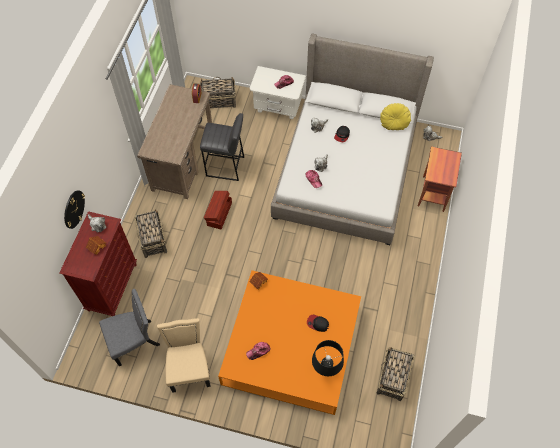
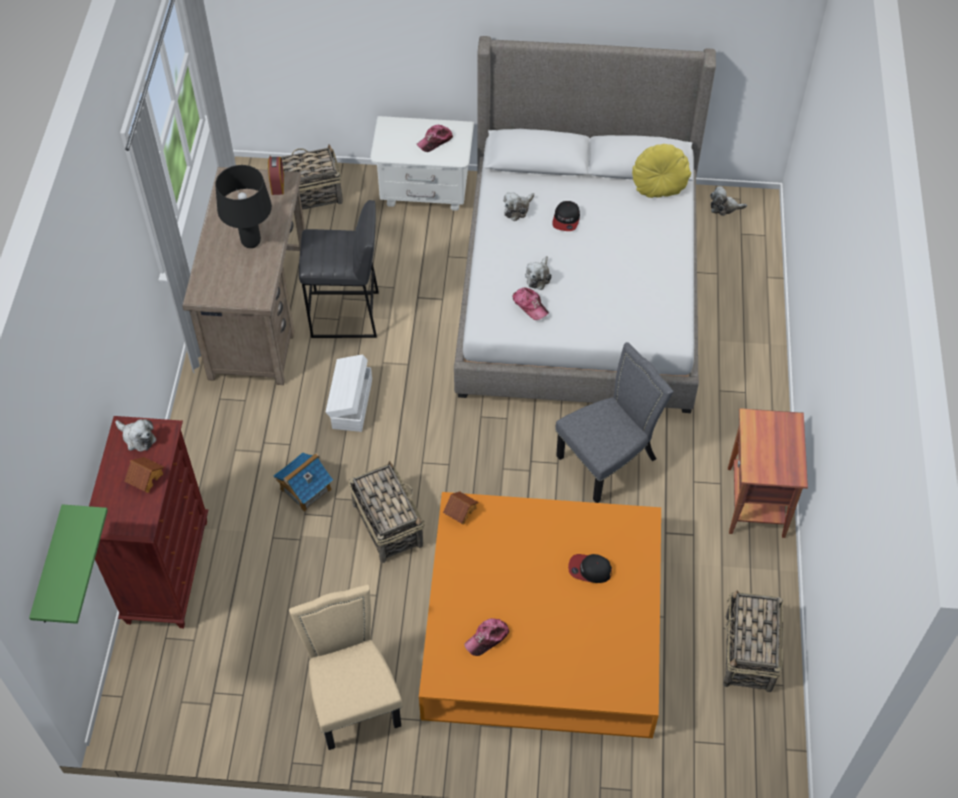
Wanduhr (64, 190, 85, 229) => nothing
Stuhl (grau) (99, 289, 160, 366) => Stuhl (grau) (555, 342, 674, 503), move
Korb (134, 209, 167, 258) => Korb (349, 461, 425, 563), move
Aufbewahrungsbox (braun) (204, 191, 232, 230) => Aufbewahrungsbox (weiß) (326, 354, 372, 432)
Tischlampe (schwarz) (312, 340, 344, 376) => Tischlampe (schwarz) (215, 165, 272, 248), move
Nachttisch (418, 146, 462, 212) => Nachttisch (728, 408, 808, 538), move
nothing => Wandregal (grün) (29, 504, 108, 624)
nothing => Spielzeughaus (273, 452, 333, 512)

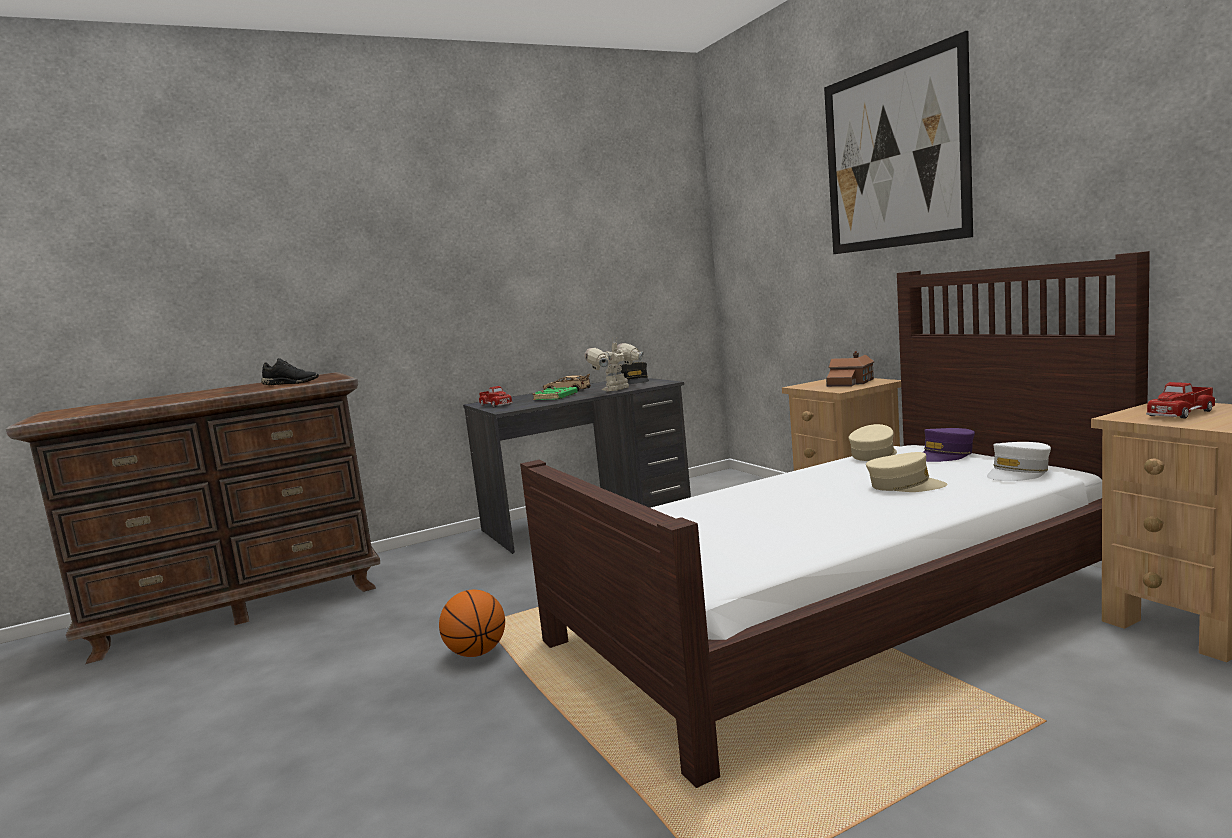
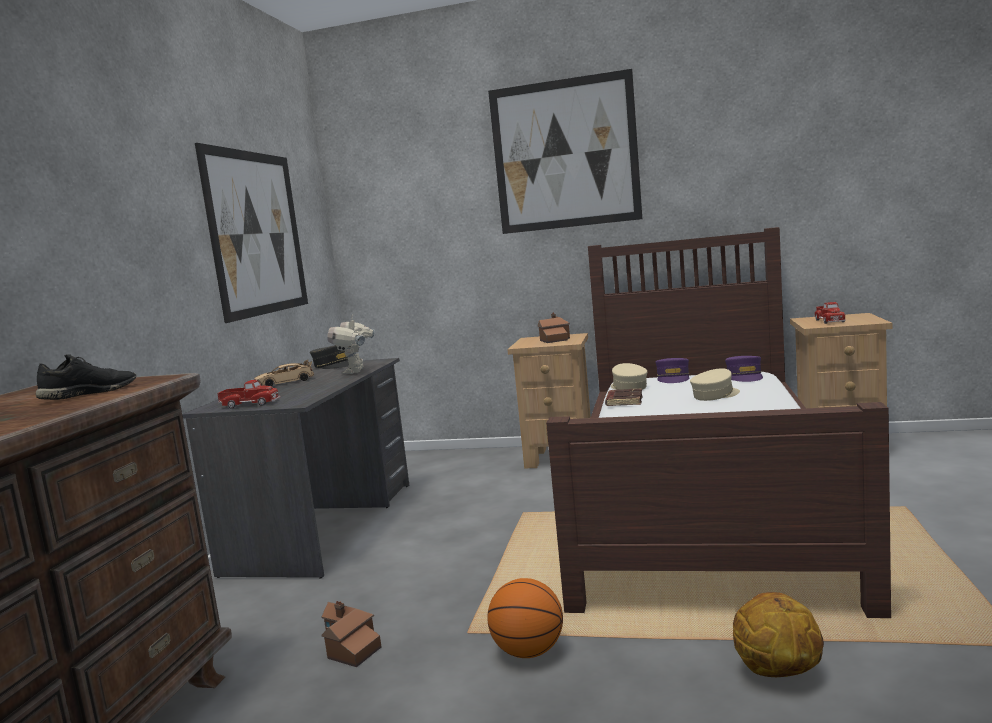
Buch (grün) (532, 387, 578, 400) => nothing
Kappe (weiß) (987, 442, 1051, 481) => Kappe (lila) (725, 356, 763, 382)
nothing => Bild (195, 143, 308, 323)
nothing => Spielzeughaus (321, 601, 381, 667)
nothing => Buch (braun) (605, 388, 643, 406)
nothing => Basketball (733, 592, 824, 677)

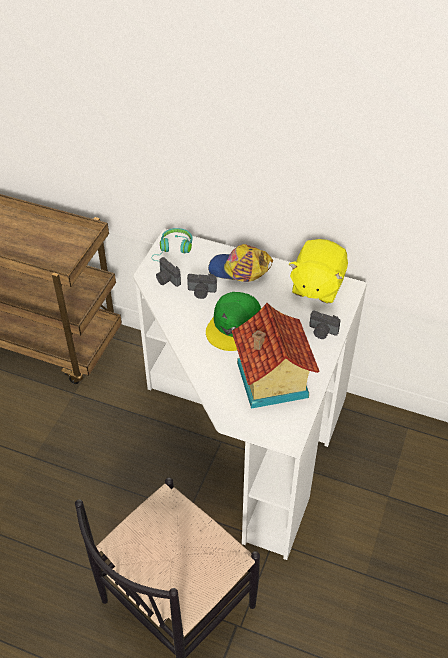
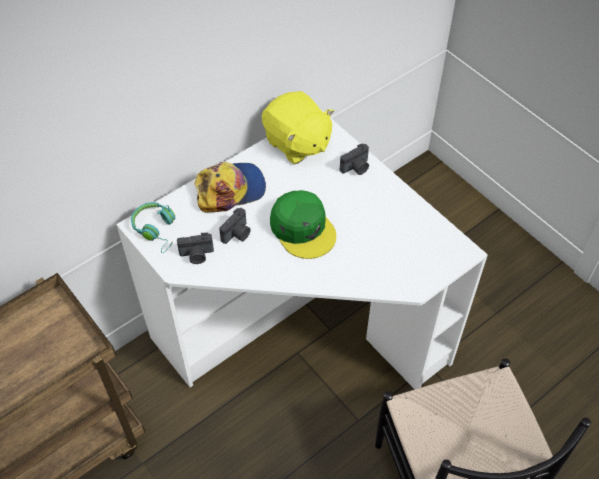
Kappe (208, 244, 273, 282) => Kappe (194, 162, 266, 212), 150 degrees counterclockwise
Spielzeughaus (232, 303, 319, 409) => nothing

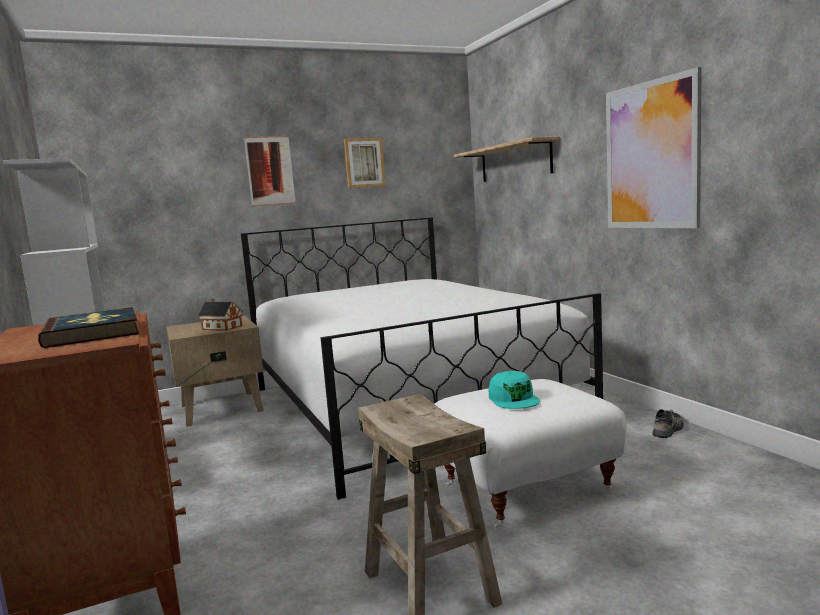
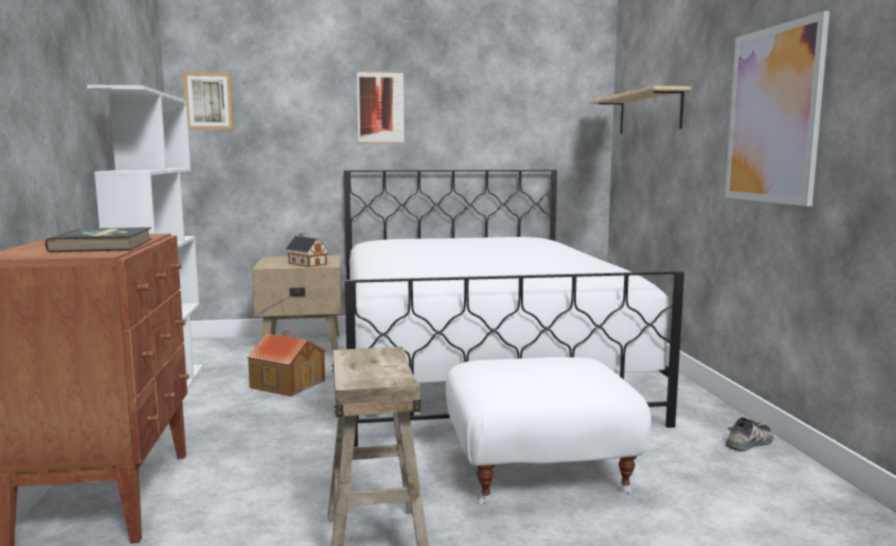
Bild (344, 138, 385, 188) => Bild (183, 72, 234, 129), move
Kappe (türkis) (489, 371, 540, 409) => nothing
nothing => Spielzeughaus (247, 331, 325, 396)

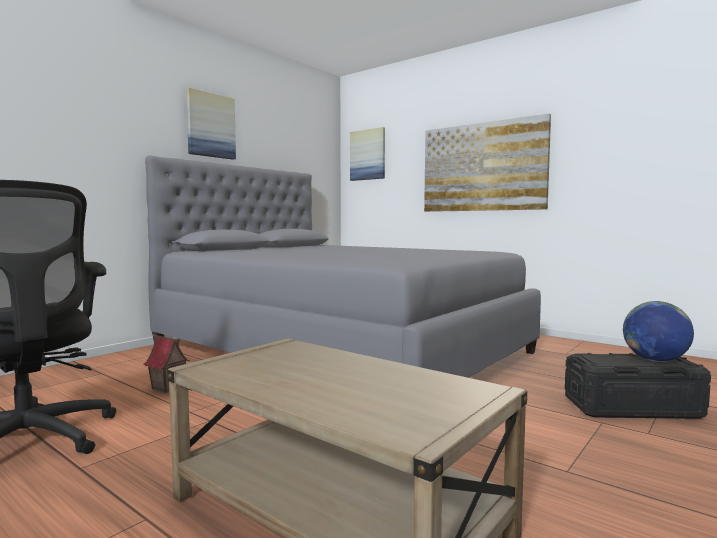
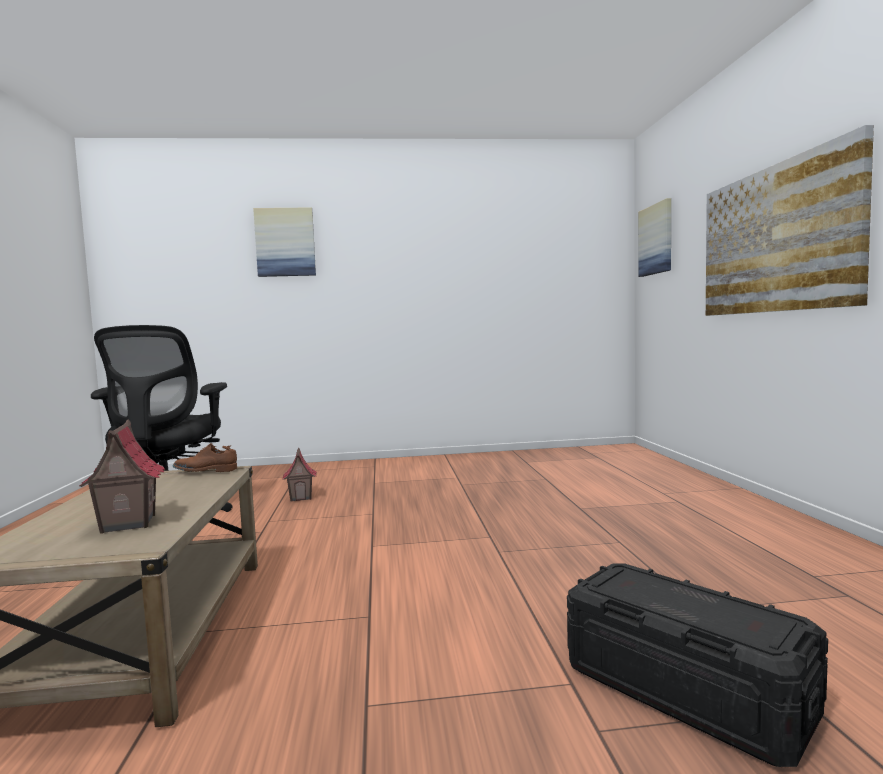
Bett (grau) (145, 155, 541, 378) => nothing
Bild (186, 87, 236, 160) => Bild (253, 207, 316, 277), move
Globus (623, 301, 694, 362) => nothing
nothing => Spielzeughaus (79, 420, 165, 534)
nothing => Schuh (braun) (172, 443, 237, 472)

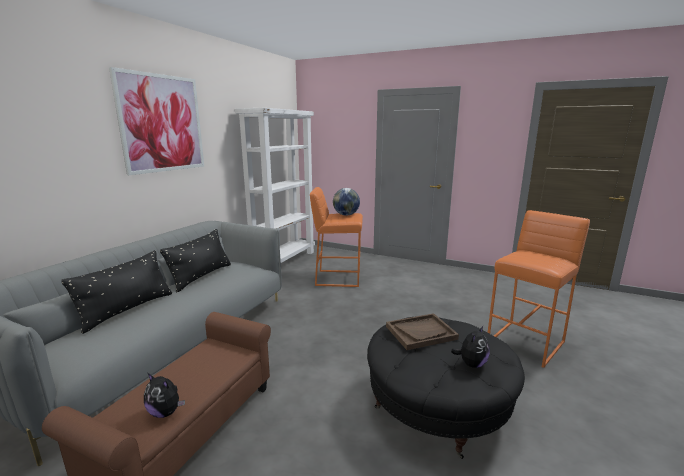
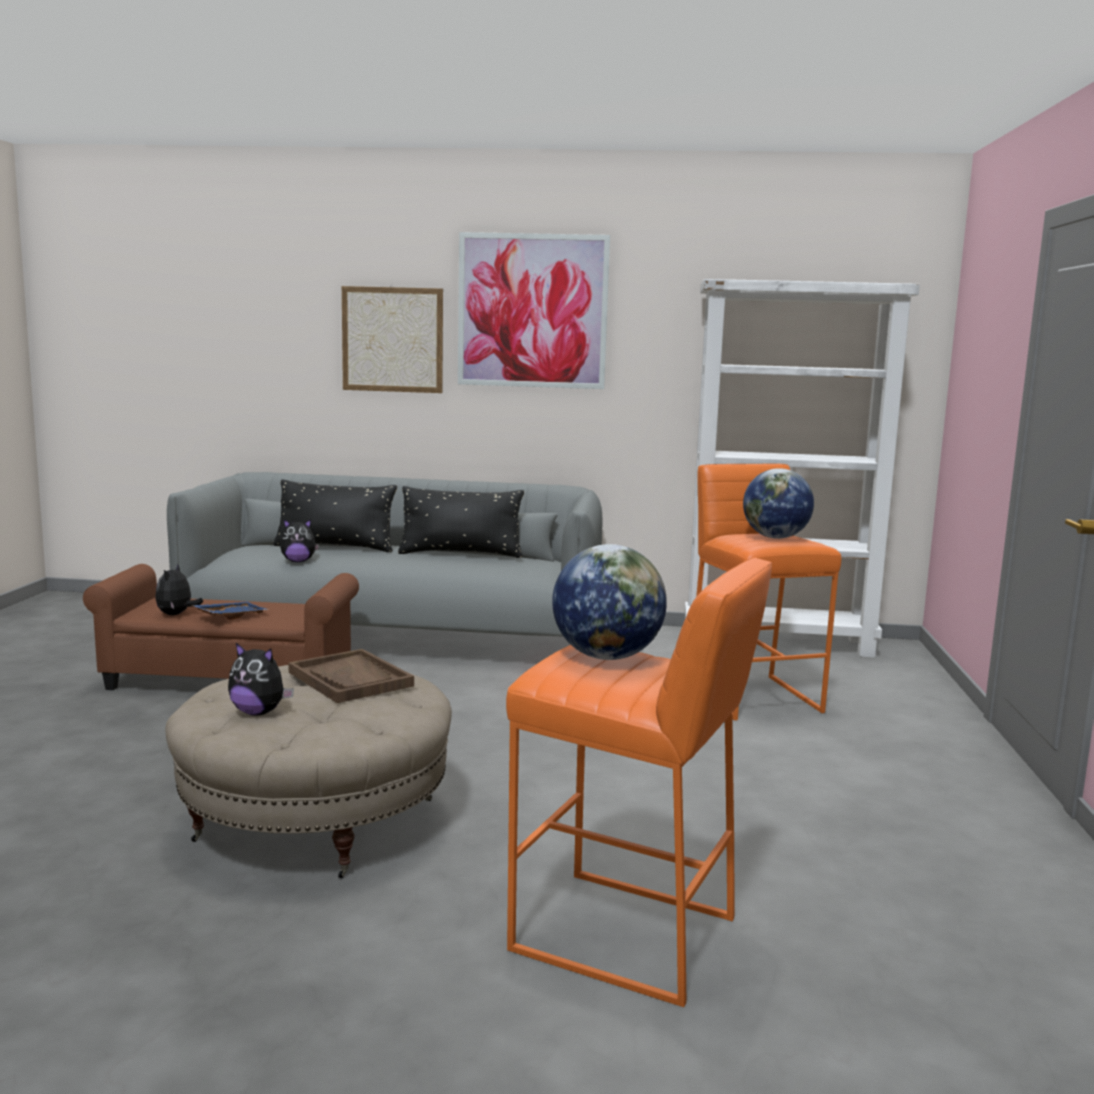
Polsterhocker (schwarz) (367, 317, 525, 459) => Polsterhocker (beige) (165, 665, 452, 878)
nothing => Tablett (blau) (192, 602, 269, 619)
nothing => Plüschtier (280, 519, 319, 562)
nothing => Bild (342, 285, 443, 393)
nothing => Globus (552, 544, 667, 660)

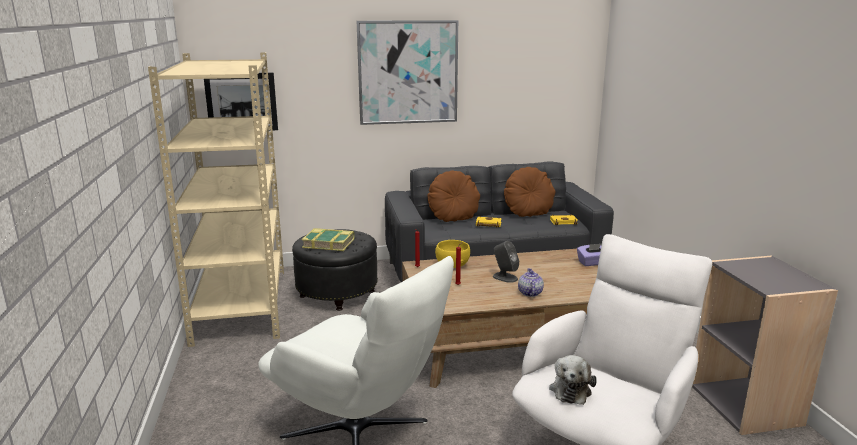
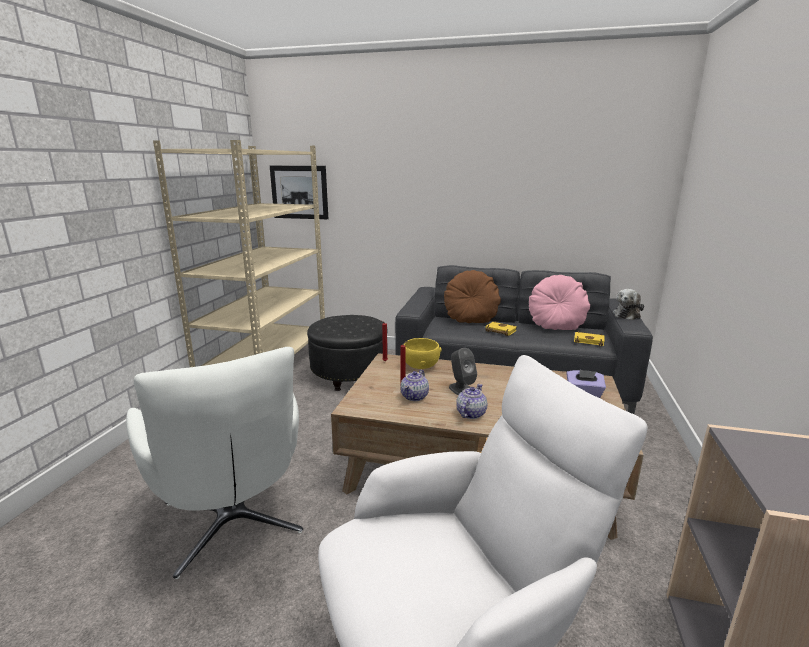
Buch (302, 228, 355, 251) => nothing
Bild (357, 20, 458, 125) => nothing
Kissen (braun) (504, 167, 555, 217) => Kissen (rosa) (529, 275, 590, 330)
Plüschtier (549, 355, 597, 405) => Plüschtier (613, 289, 644, 320), move
nothing => Teekanne (400, 370, 429, 401)

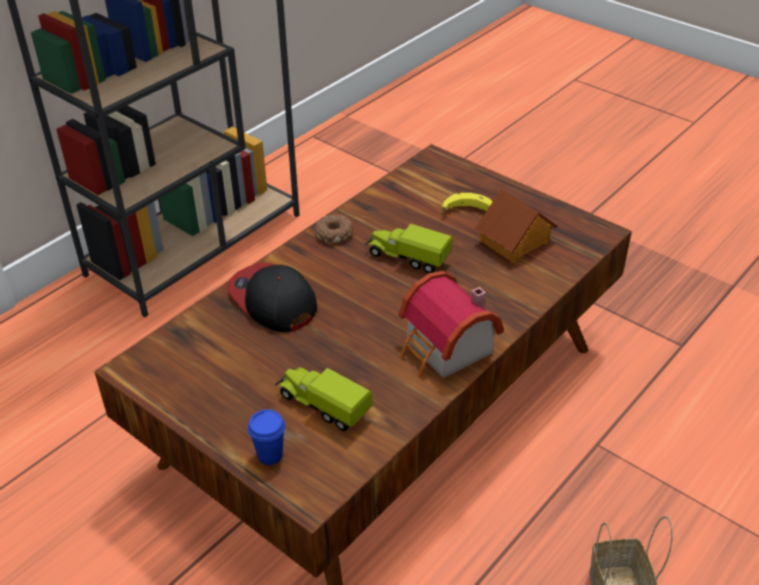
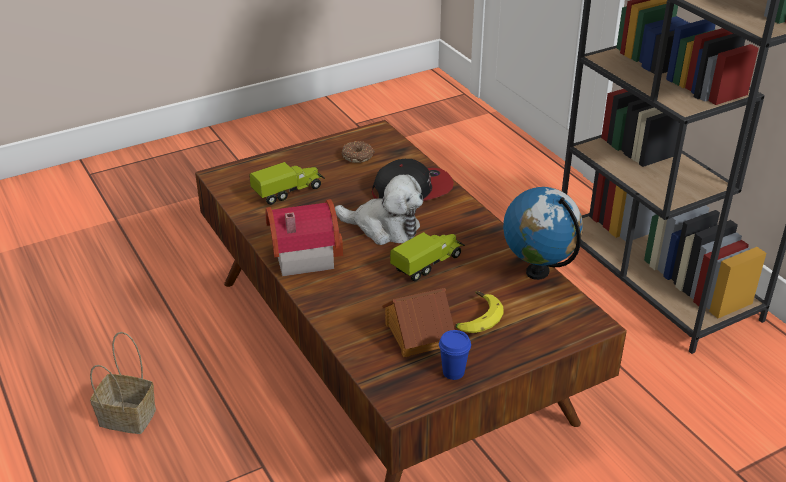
Tasse (blau) (248, 409, 285, 465) => Tasse (blau) (439, 330, 471, 380), move
Donut (314, 214, 353, 243) => Donut (341, 141, 375, 163), move
nothing => Plüschtier (335, 174, 423, 245)
nothing => Globus (503, 187, 583, 280)

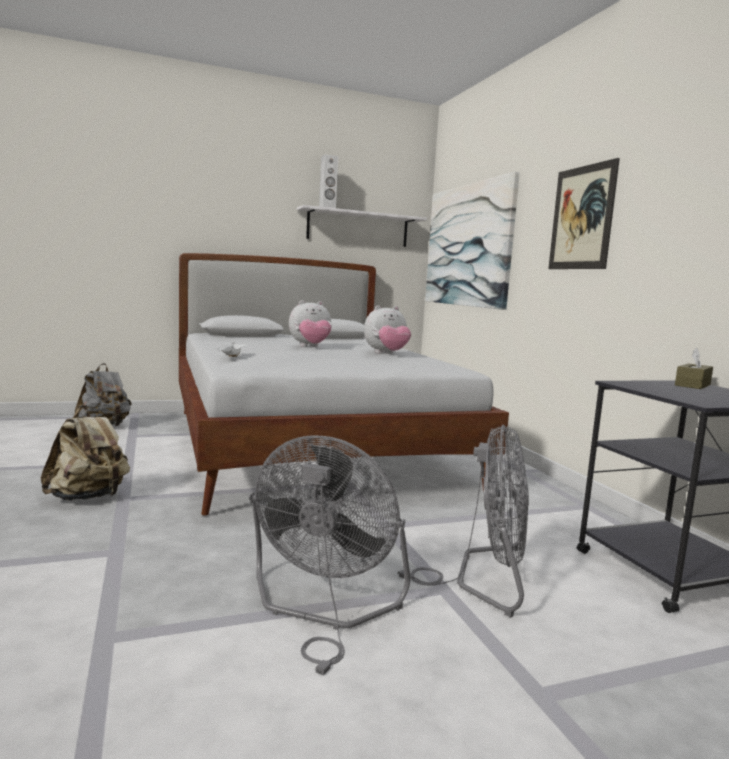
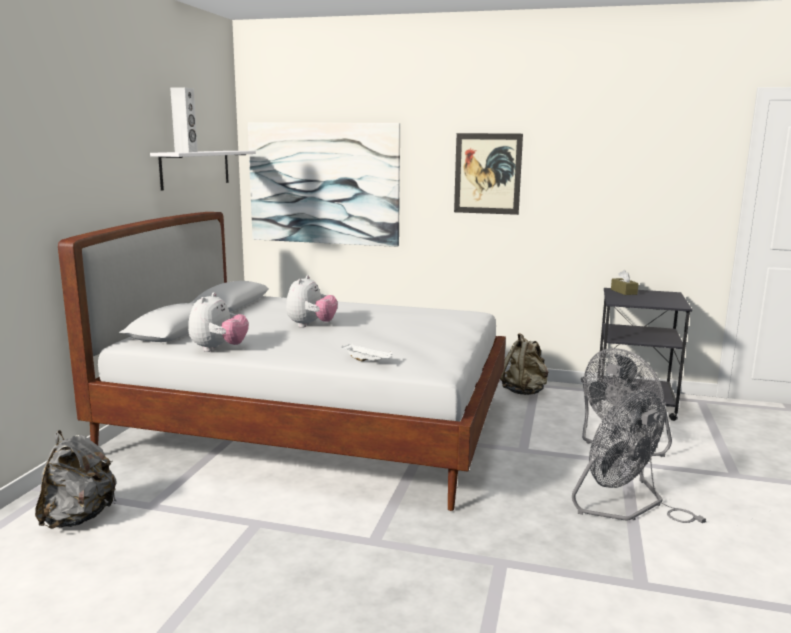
Rucksack (beige) (41, 406, 130, 501) => Rucksack (beige) (500, 333, 548, 395), move
Plüschtier (364, 305, 411, 354) => Plüschtier (188, 292, 249, 352), move

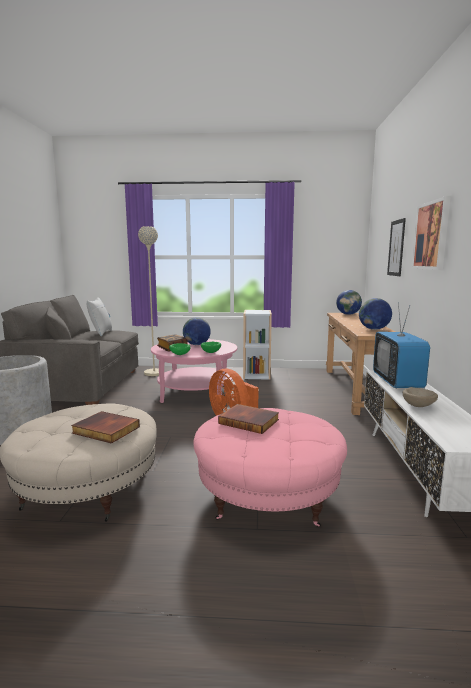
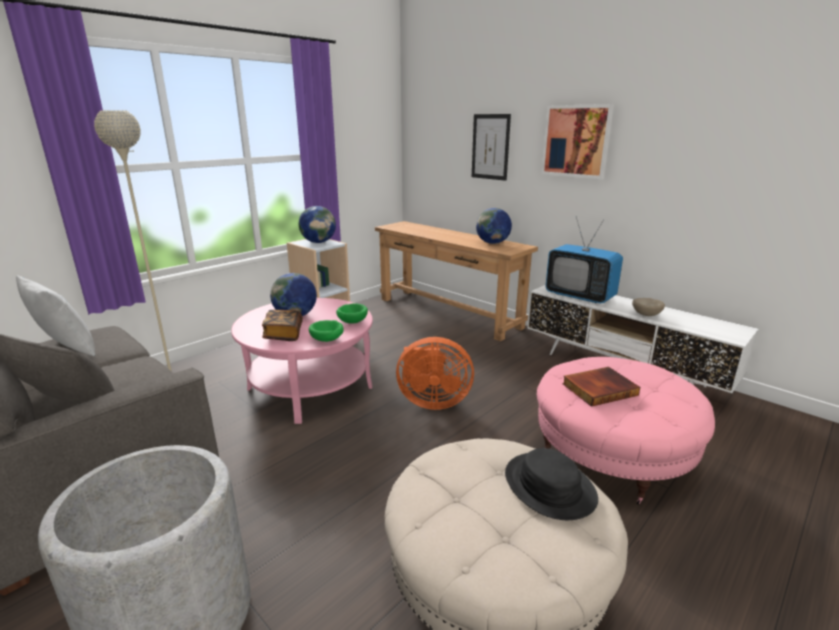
Buch (71, 411, 140, 444) => Hut (schwarz) (505, 448, 598, 520)
Globus (336, 290, 362, 315) => Globus (299, 206, 336, 243), move

